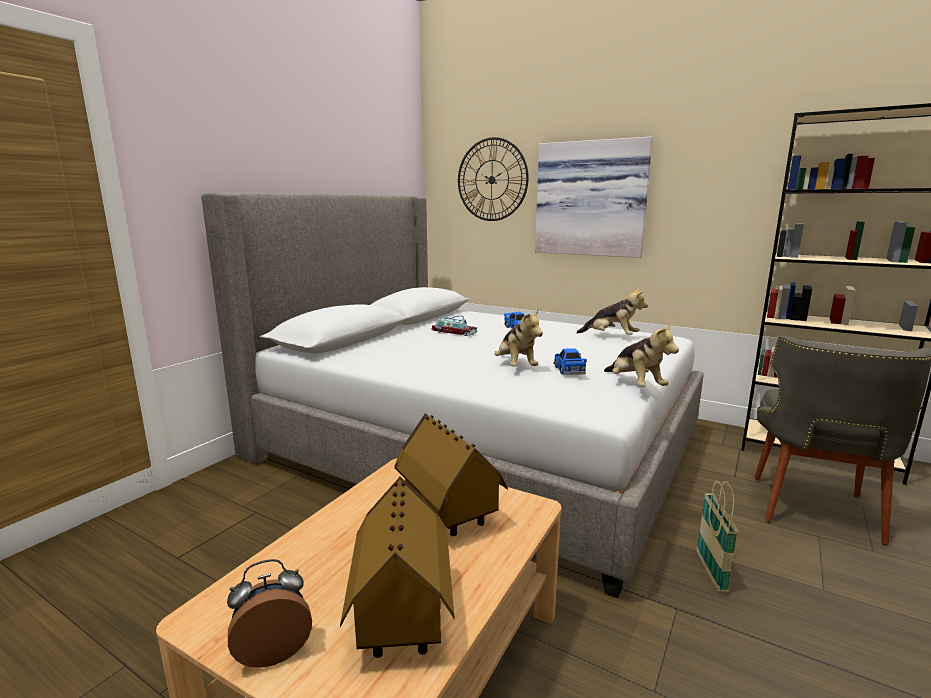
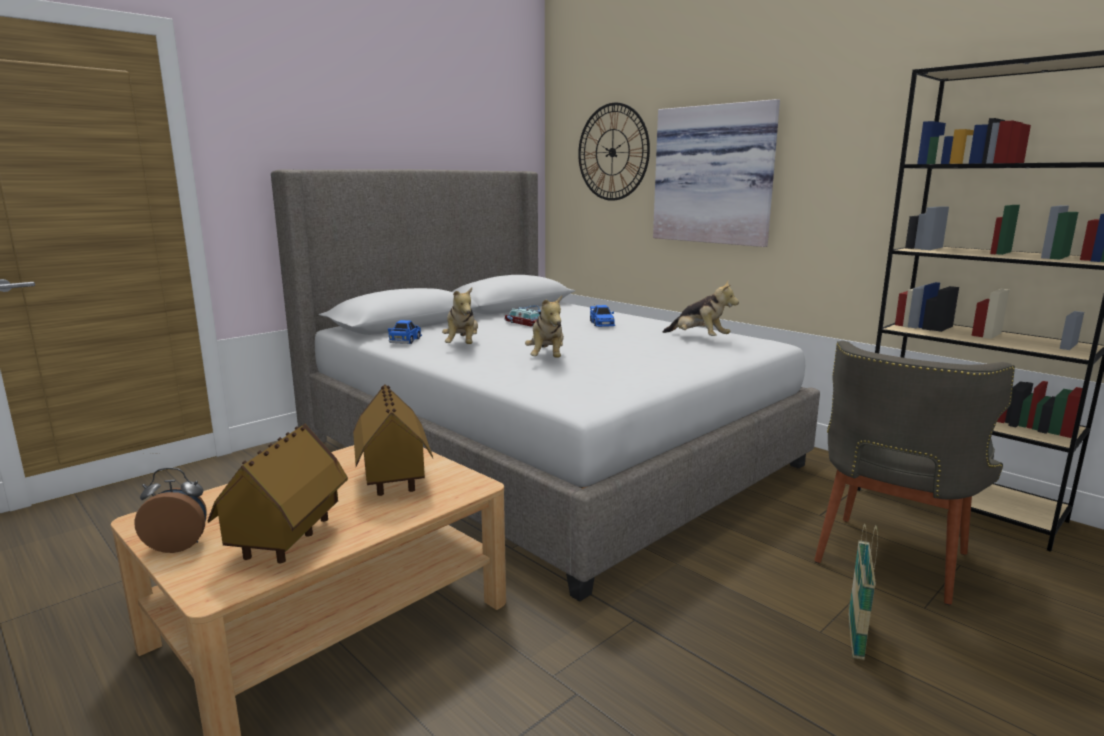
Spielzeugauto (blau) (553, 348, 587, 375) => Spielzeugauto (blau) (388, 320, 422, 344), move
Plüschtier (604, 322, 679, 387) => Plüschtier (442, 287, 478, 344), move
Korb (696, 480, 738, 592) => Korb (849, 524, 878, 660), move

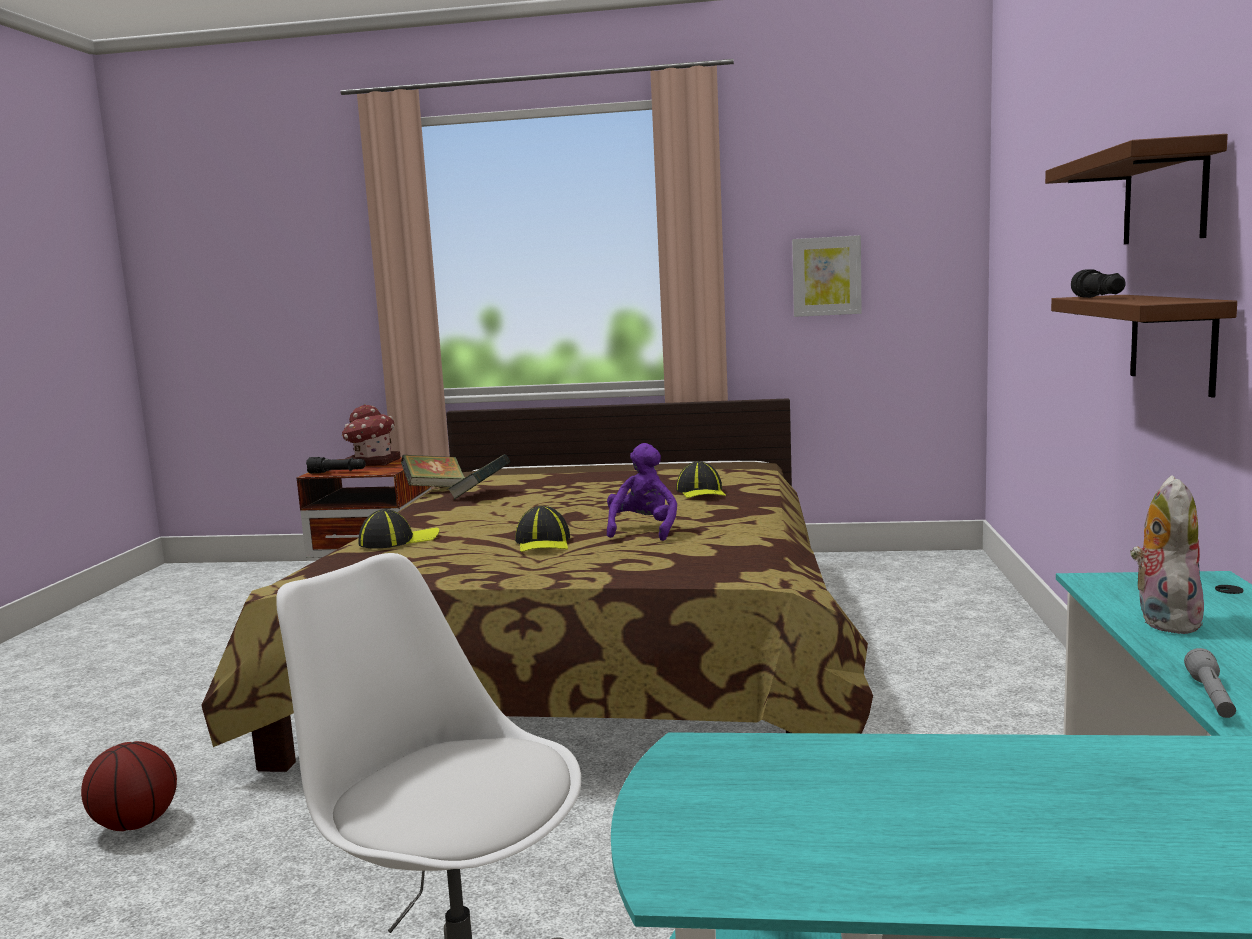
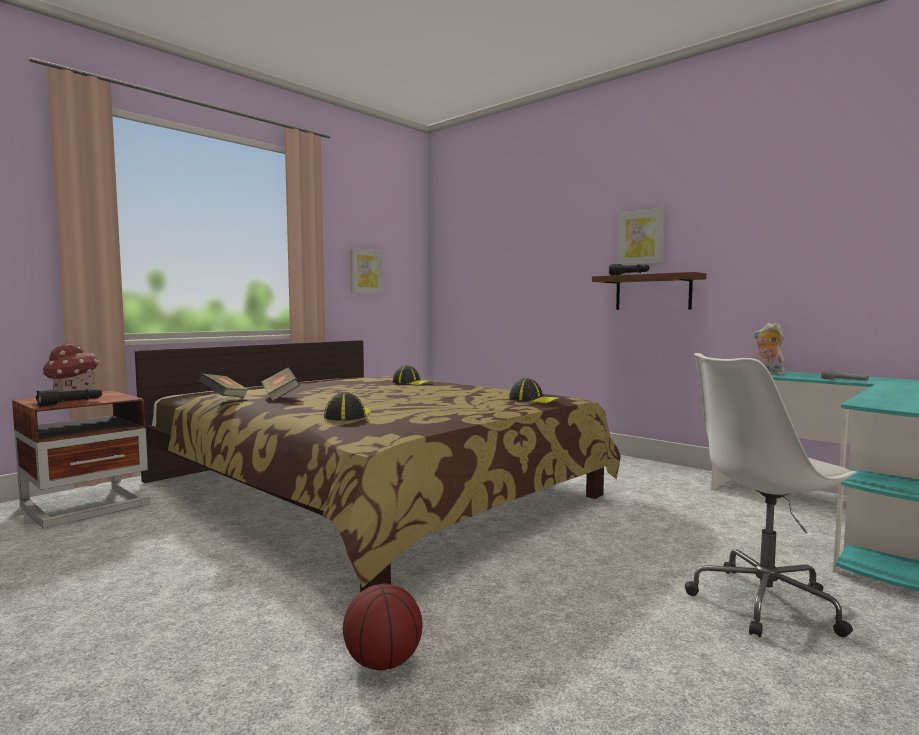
Kappe (515, 506, 570, 552) => Kappe (509, 378, 560, 403), move
Plüschtier (lila) (607, 443, 677, 541) => nothing
Wandregal (braun) (1045, 134, 1228, 244) => Bild (618, 208, 665, 266)

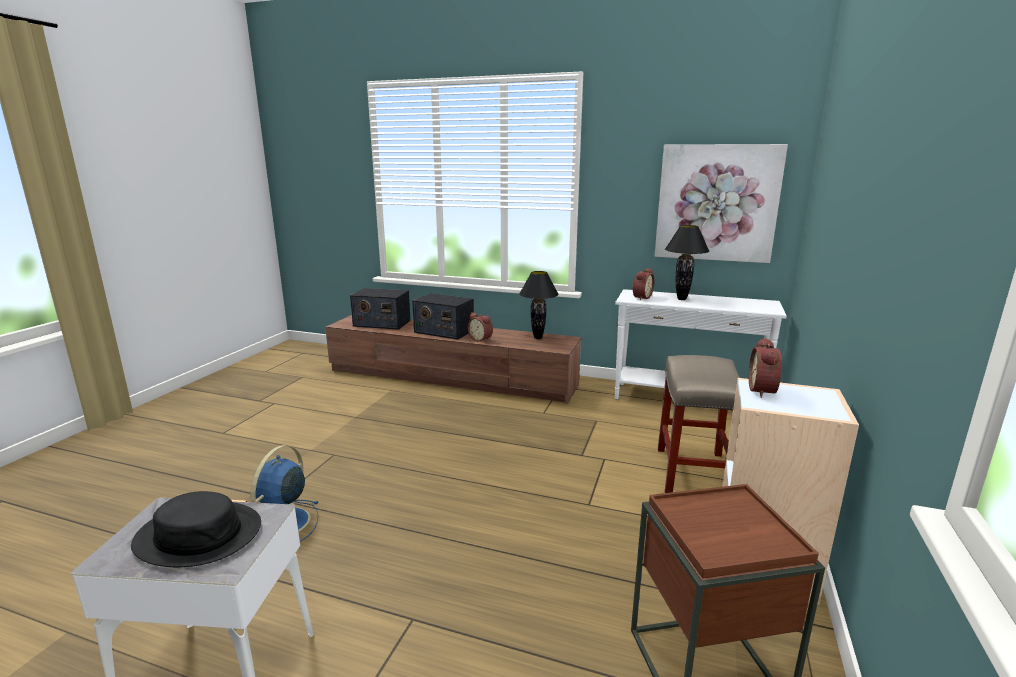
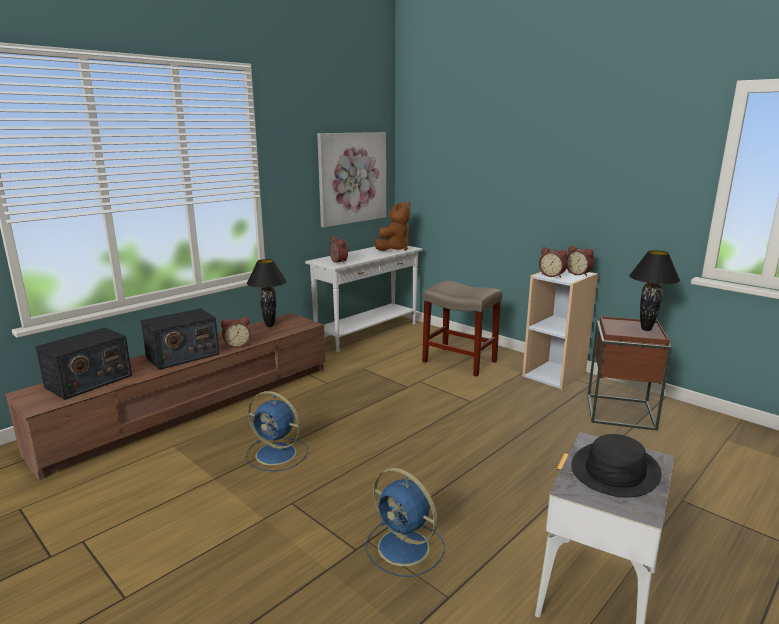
Tischlampe (schwarz) (665, 225, 710, 300) => Tischlampe (schwarz) (629, 250, 680, 331), move
nothing => Ventilator (blau) (245, 391, 308, 472)
nothing => Plüschtier (braun) (375, 202, 411, 251)
nothing => Wecker (566, 246, 594, 276)

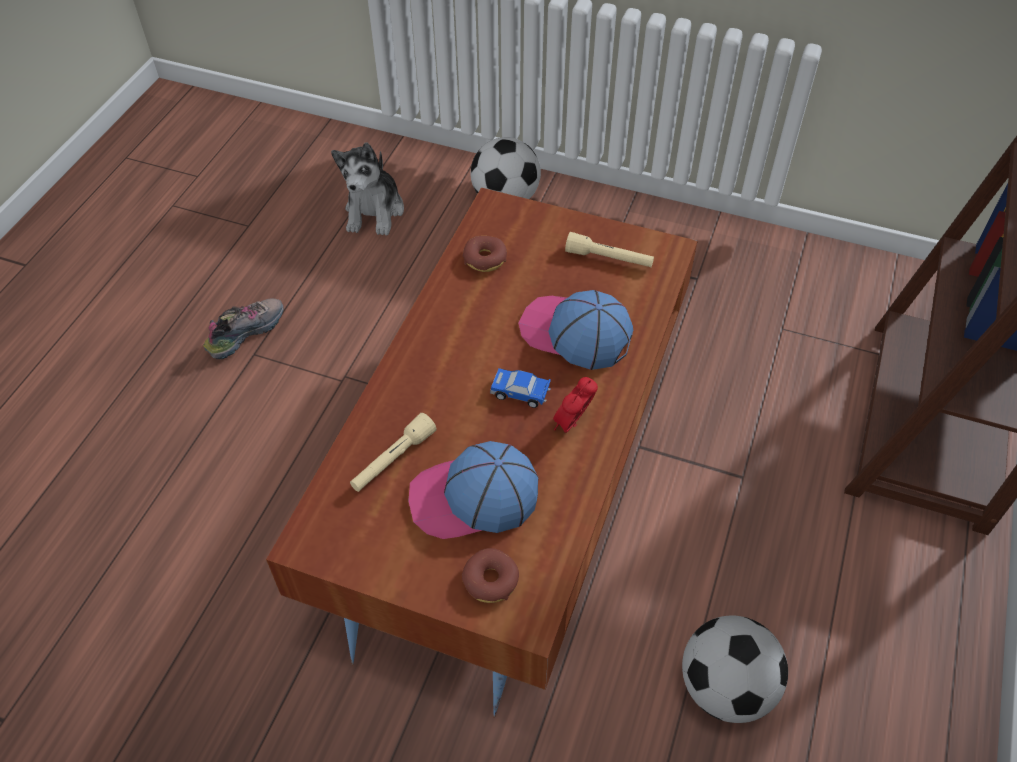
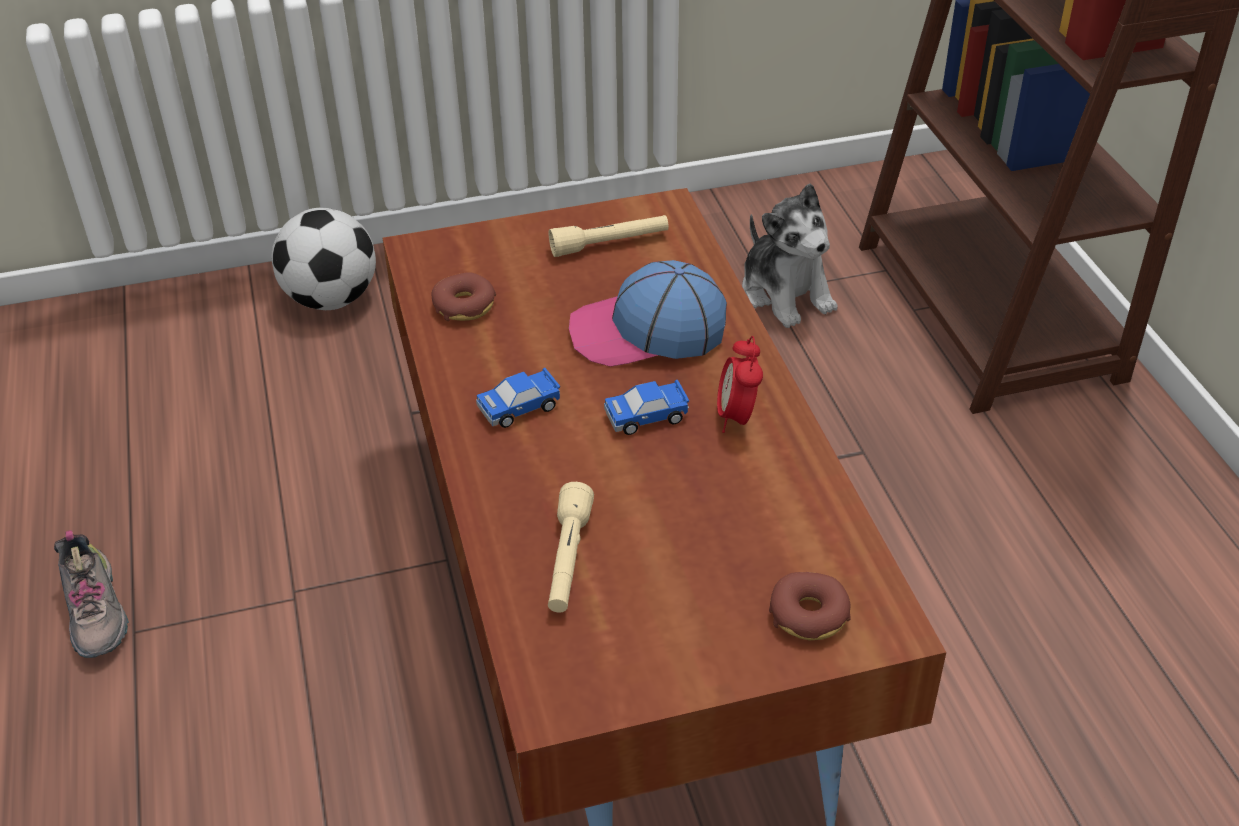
Schuh (203, 299, 284, 359) => Schuh (54, 530, 129, 658), 150 degrees clockwise
Plüschtier (331, 143, 404, 236) => Plüschtier (742, 183, 838, 328), move
Kappe (408, 441, 538, 539) => nothing
Fußball (682, 615, 788, 723) => nothing
nothing => Spielzeugauto (476, 368, 561, 428)

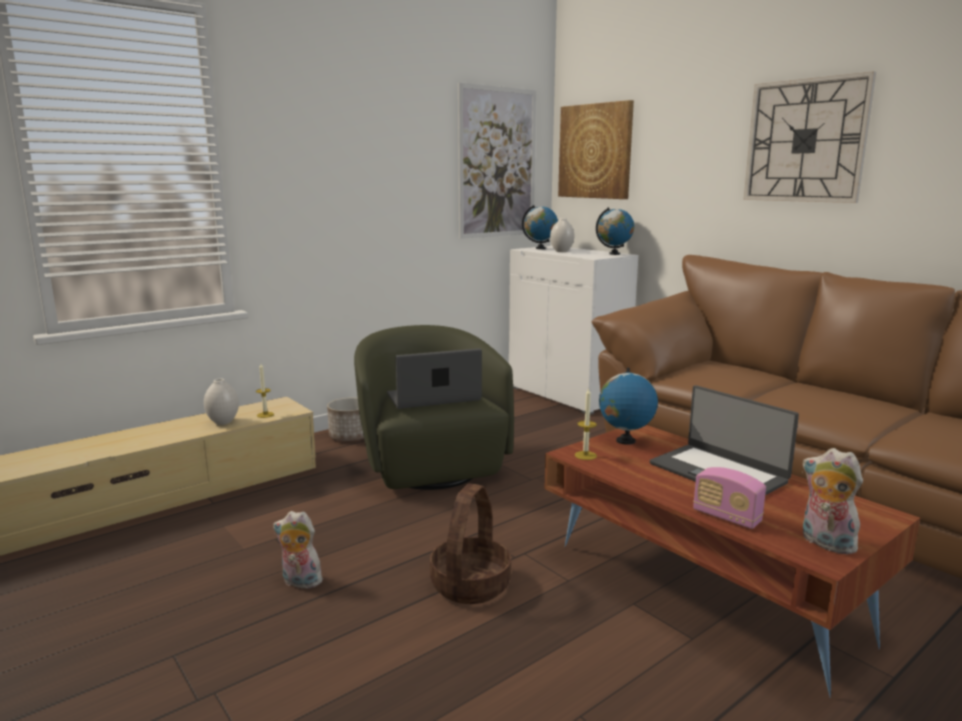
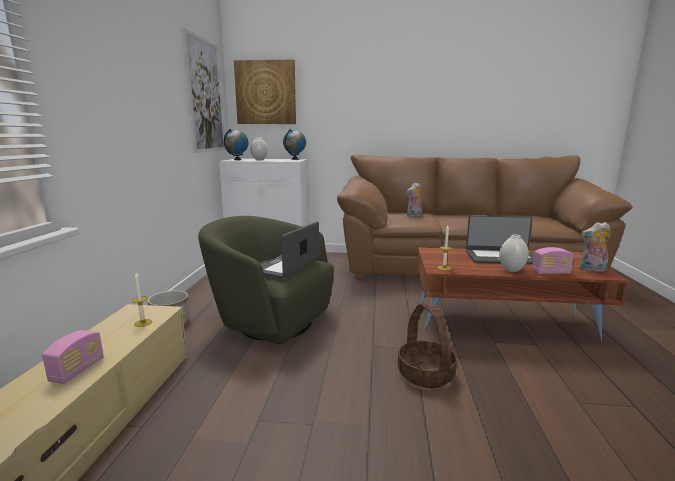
Vase (weiß) (204, 379, 239, 425) => Vase (weiß) (499, 234, 529, 272), move
Plüschtier (273, 511, 322, 588) => Plüschtier (406, 183, 422, 217), move
Globus (599, 368, 658, 445) => nothing
Wanduhr (744, 71, 876, 203) => nothing
nothing => Radio (42, 330, 104, 384)

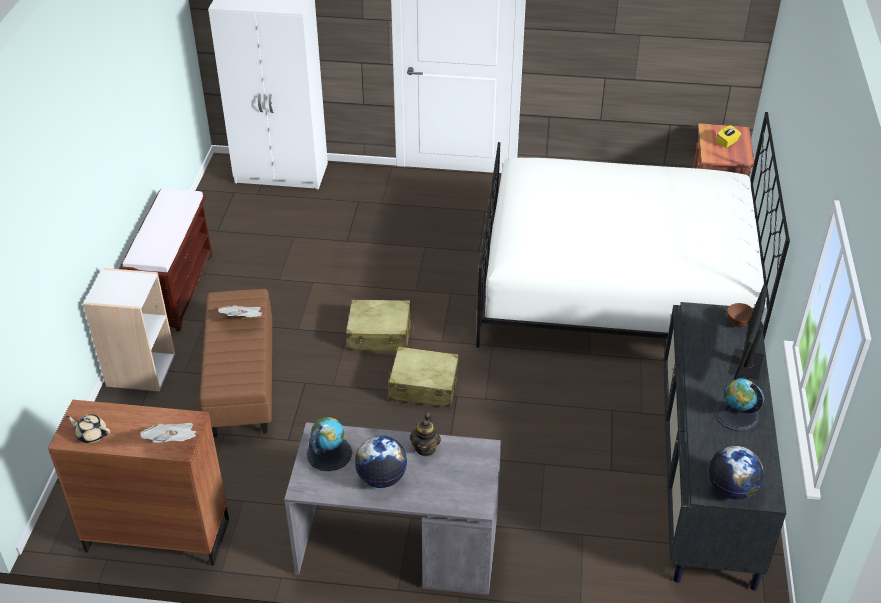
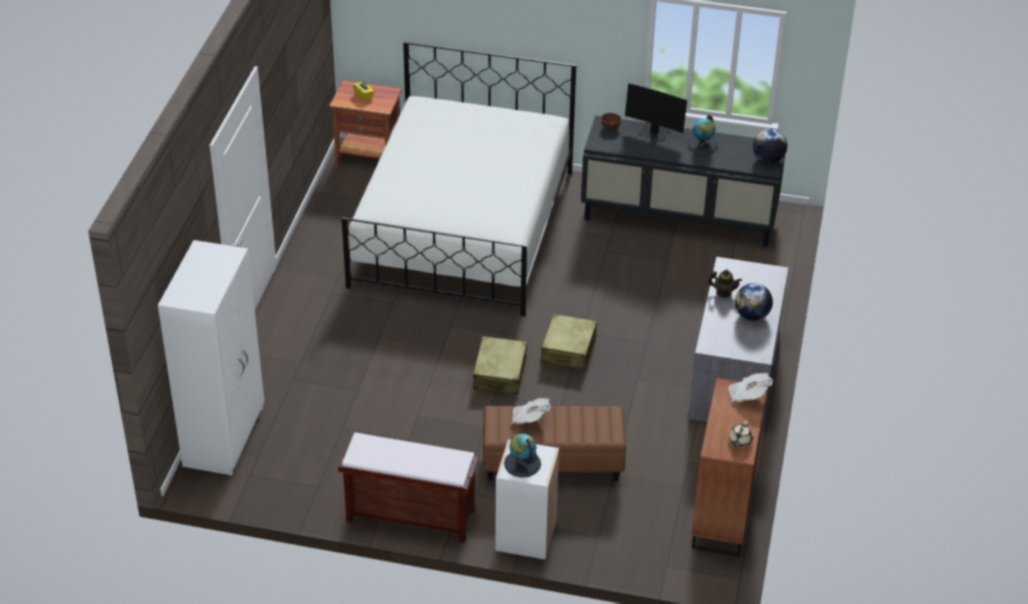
Globus (307, 417, 352, 471) => Globus (504, 434, 541, 478), move

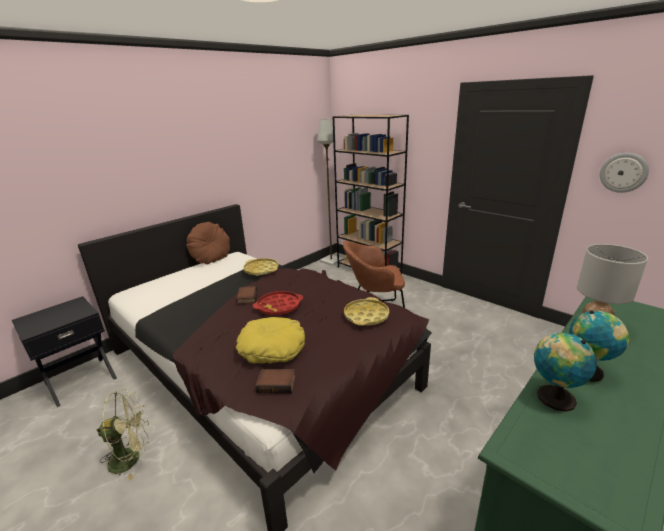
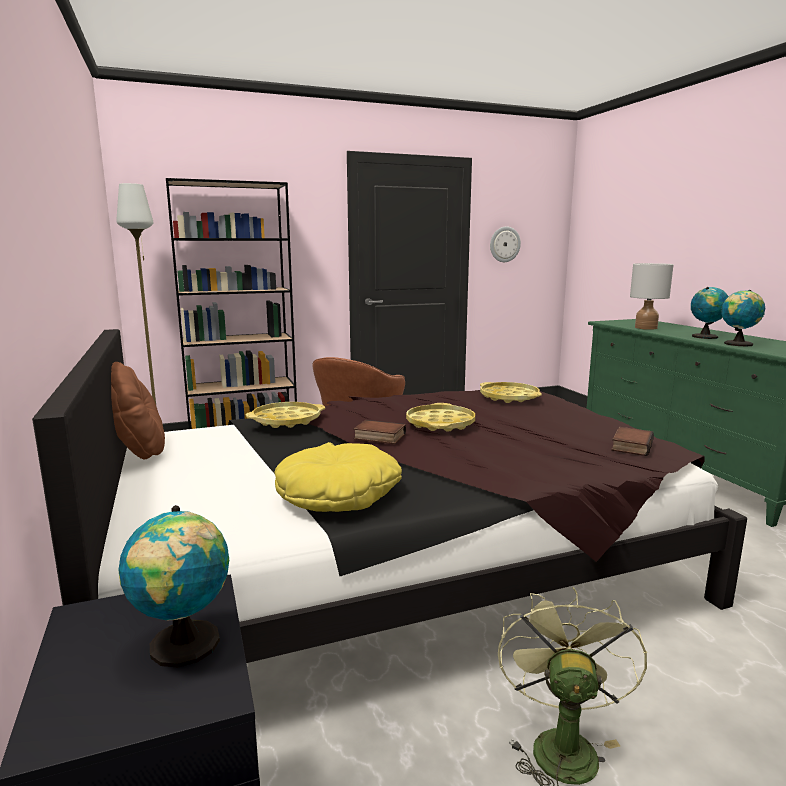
Kissen (gelb) (236, 317, 305, 363) => Kissen (gelb) (275, 442, 402, 512), move
Tablett (rot) (253, 291, 303, 316) => Tablett (gelb) (406, 403, 475, 432)
nothing => Globus (118, 505, 229, 668)

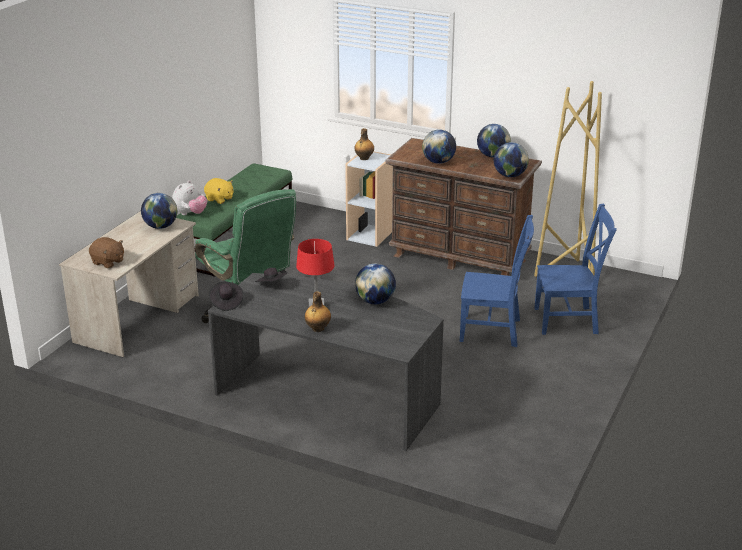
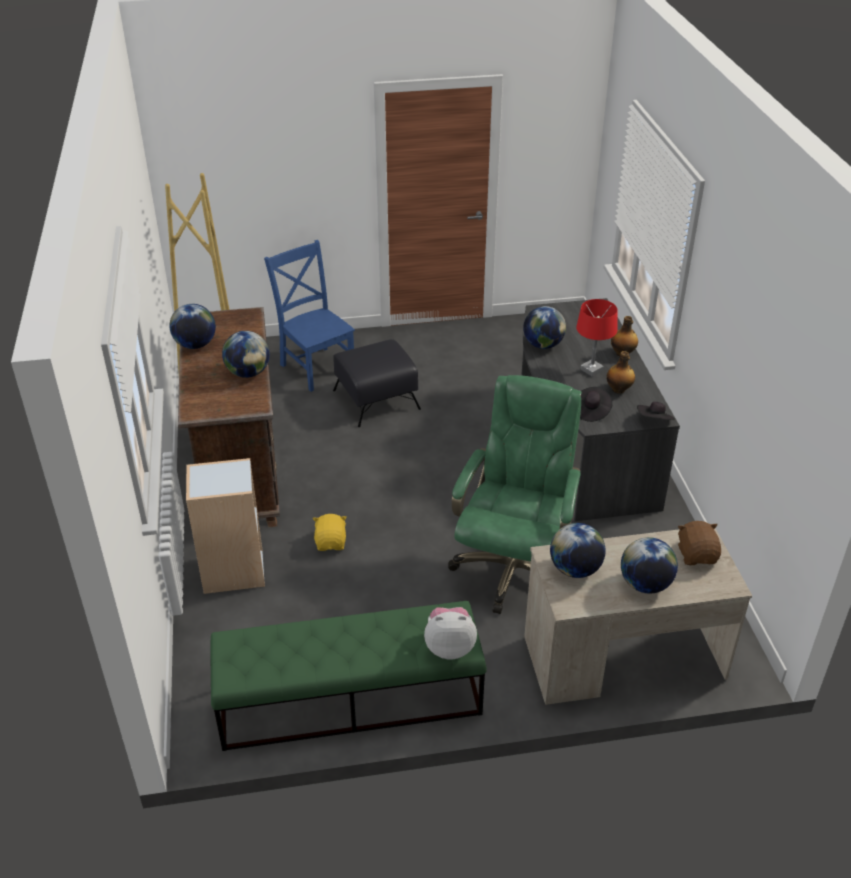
Plüschtier (gelb) (204, 178, 233, 204) => Plüschtier (gelb) (313, 514, 347, 551), move
Flasche (354, 128, 374, 160) => Flasche (606, 351, 635, 394), move
Stuhl (blau) (460, 215, 534, 347) => Polsterhocker (schwarz) (333, 339, 421, 427)
Globus (494, 142, 529, 177) => Globus (621, 537, 678, 594), move

